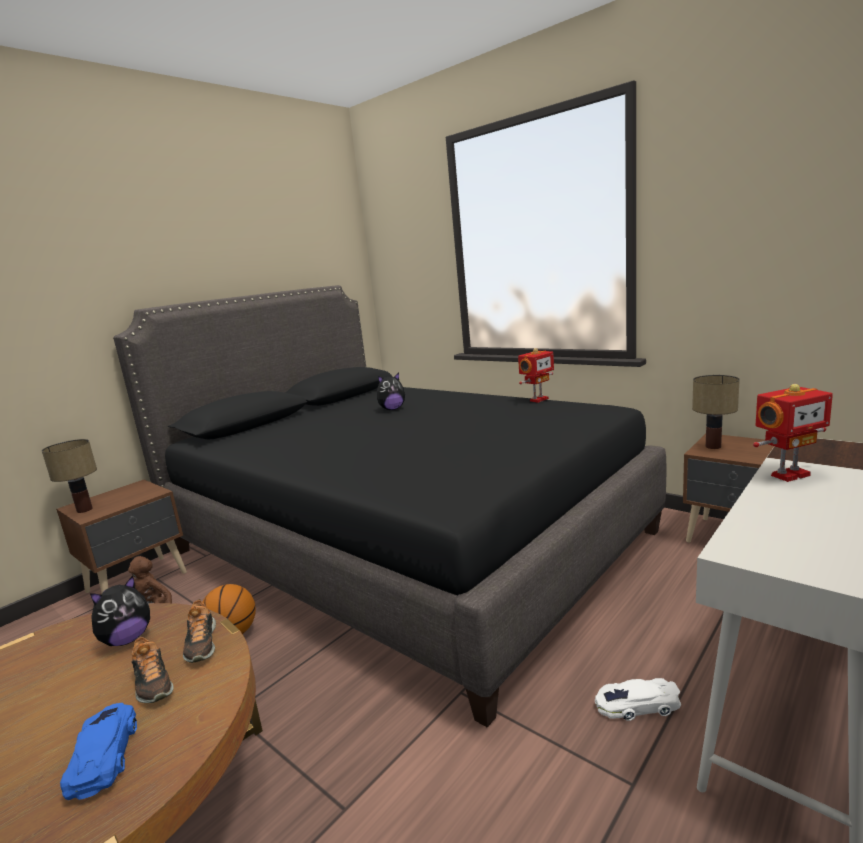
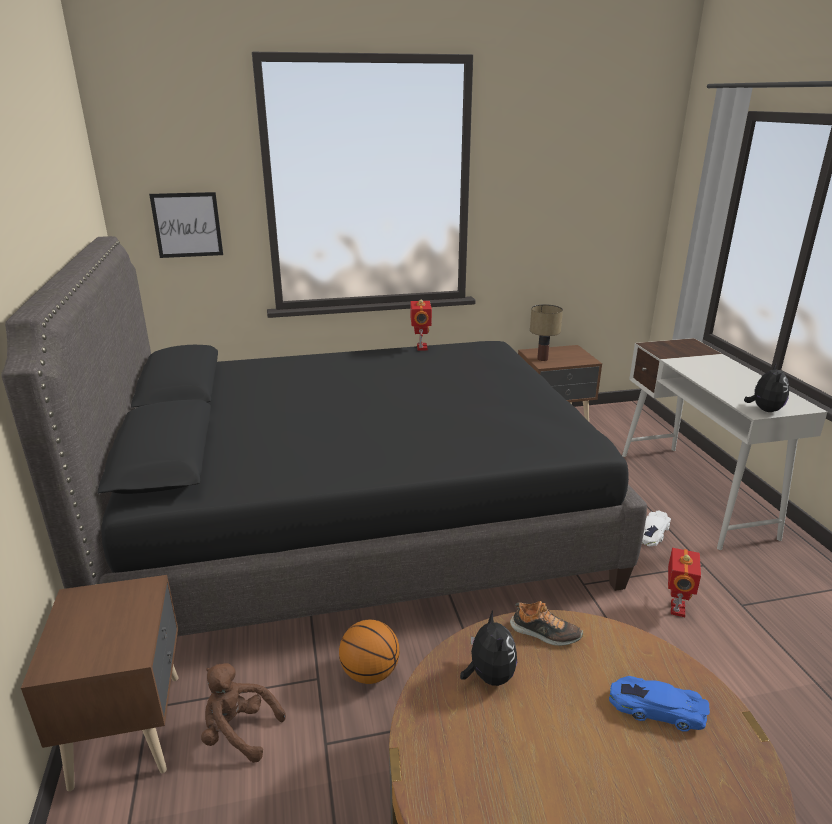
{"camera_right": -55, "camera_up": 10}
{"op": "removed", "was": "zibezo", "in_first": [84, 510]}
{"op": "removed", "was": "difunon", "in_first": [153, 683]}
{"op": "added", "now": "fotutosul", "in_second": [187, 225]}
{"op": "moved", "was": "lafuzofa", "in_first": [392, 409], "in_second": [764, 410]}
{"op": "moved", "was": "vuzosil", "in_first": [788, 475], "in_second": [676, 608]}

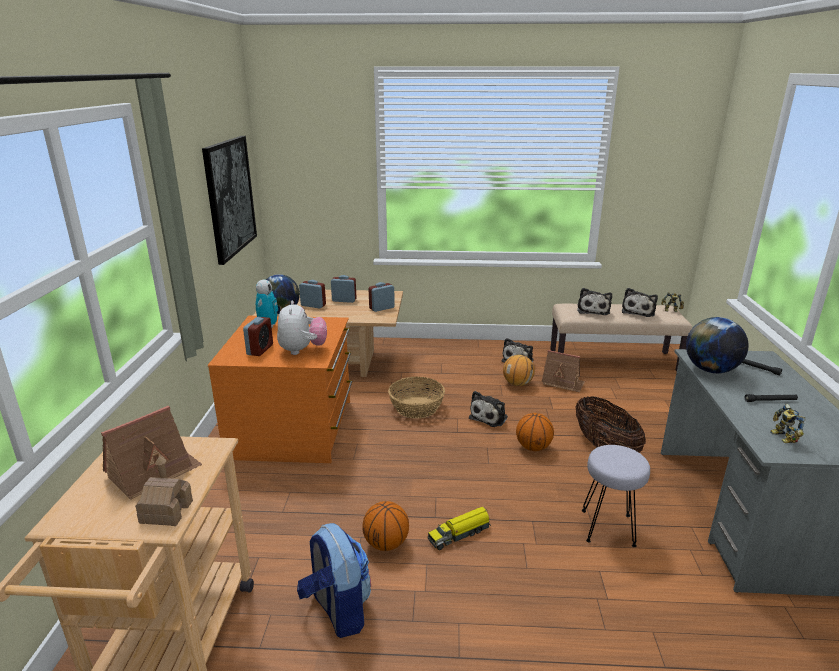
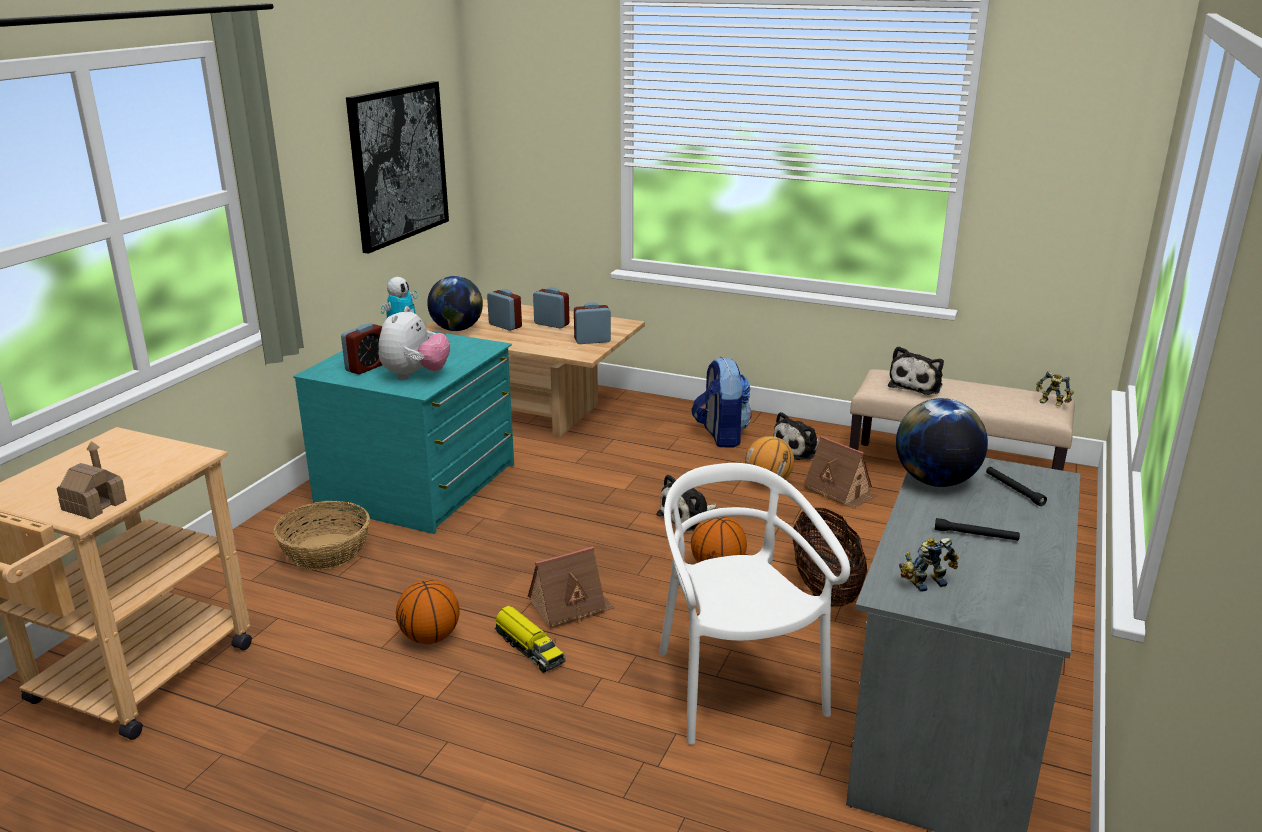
{"camera_right": 20, "camera_up": 0}
{"op": "removed", "was": "lafuzofa", "in_first": [638, 311]}
{"op": "moved", "was": "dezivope", "in_first": [154, 472], "in_second": [570, 606]}
{"op": "moved", "was": "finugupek", "in_first": [337, 610], "in_second": [721, 436]}
{"op": "moved", "was": "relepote", "in_first": [416, 407], "in_second": [326, 551]}
{"op": "replaced", "was": "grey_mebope", "now": "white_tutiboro", "in_first": [608, 527], "in_second": [736, 686]}
{"op": "recoloured", "was": "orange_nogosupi", "now": "turquoise_nogosupi", "in_first": [294, 428], "in_second": [420, 485]}
{"op": "turned", "was": "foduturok", "in_first": [460, 534], "in_second": [529, 648], "clockwise": -120}
{"op": "turned", "was": "vuzosil", "in_first": [781, 438], "in_second": [925, 582], "clockwise": 60}

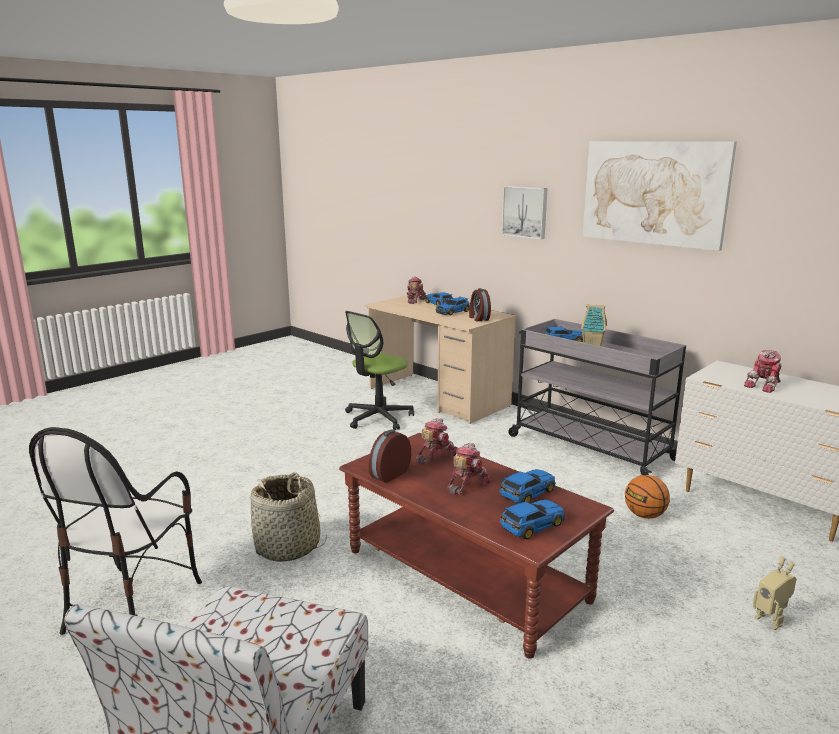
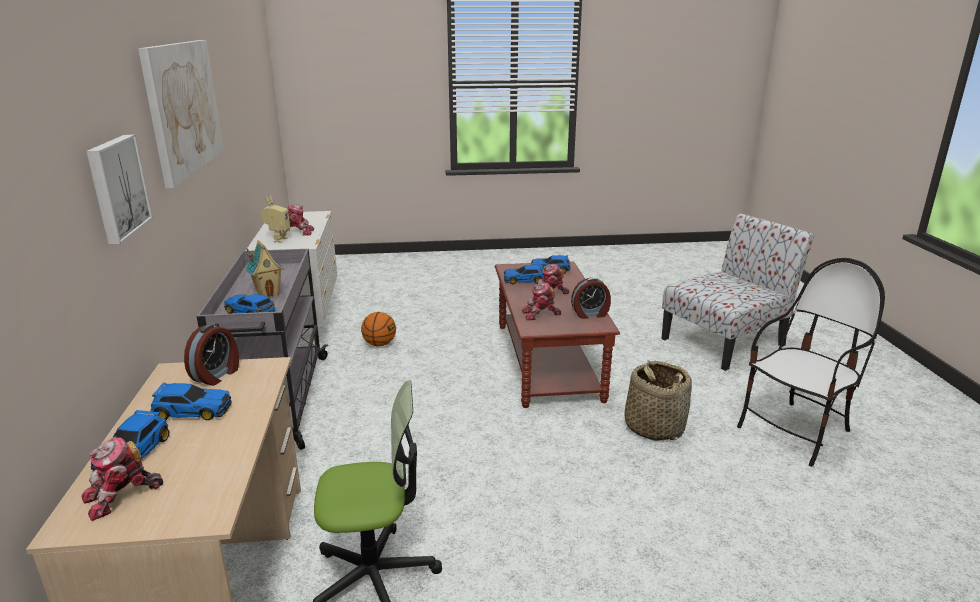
{"camera_right": -140, "camera_up": 5}
{"op": "moved", "was": "vuzosil", "in_first": [770, 620], "in_second": [278, 240]}

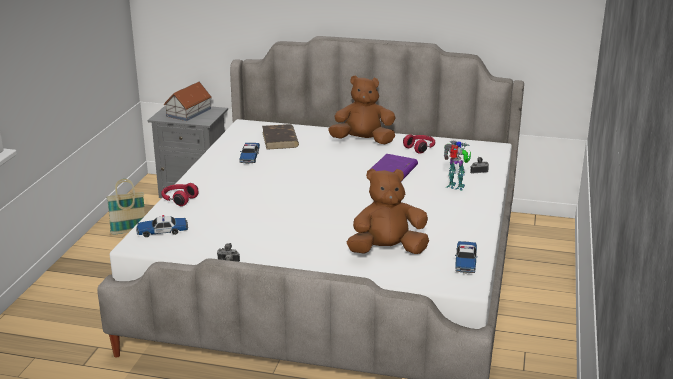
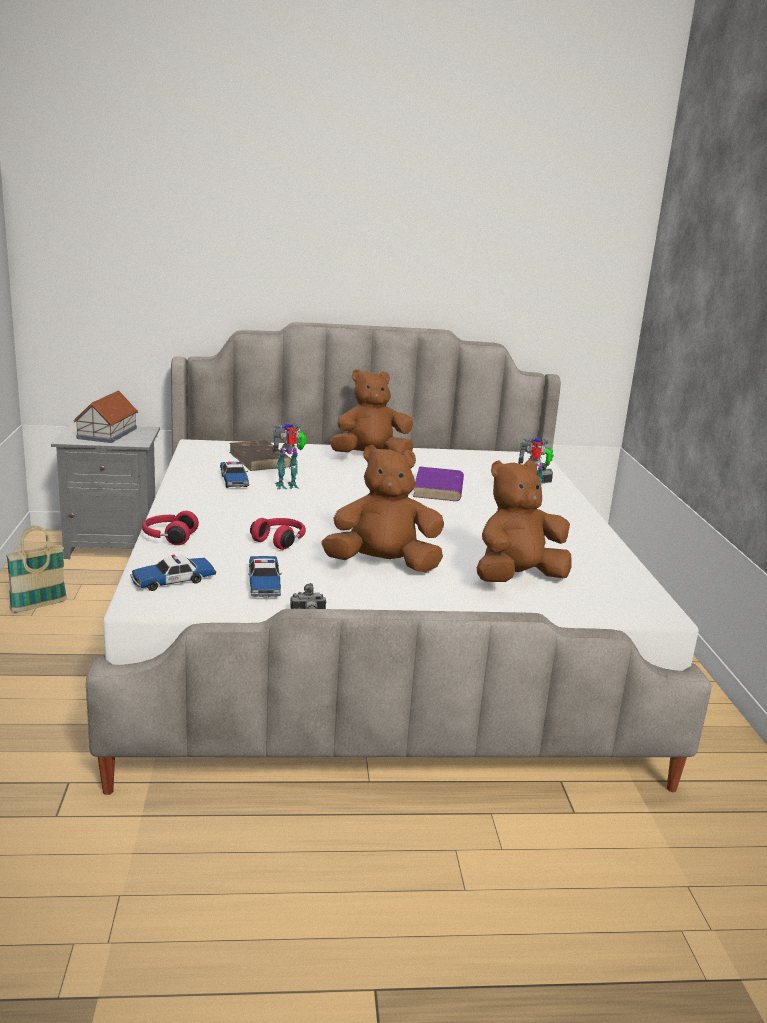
{"camera_right": -20, "camera_up": -5}
{"op": "added", "now": "vuzosil", "in_second": [288, 486]}
{"op": "added", "now": "brown_lafuzofa", "in_second": [383, 565]}
{"op": "moved", "was": "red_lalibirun", "in_first": [420, 148], "in_second": [280, 541]}
{"op": "moved", "was": "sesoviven", "in_first": [465, 262], "in_second": [264, 584]}

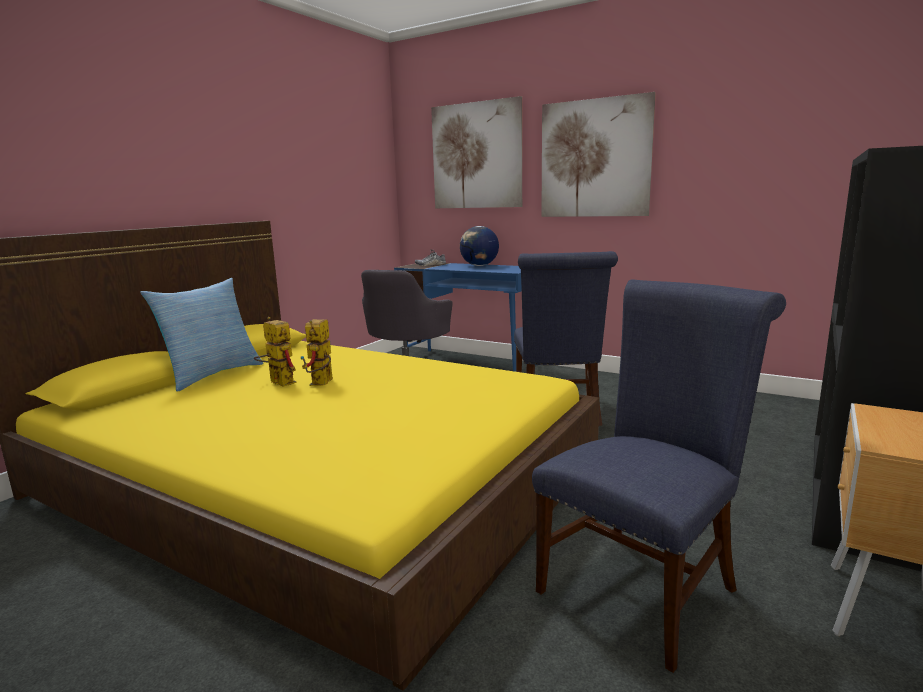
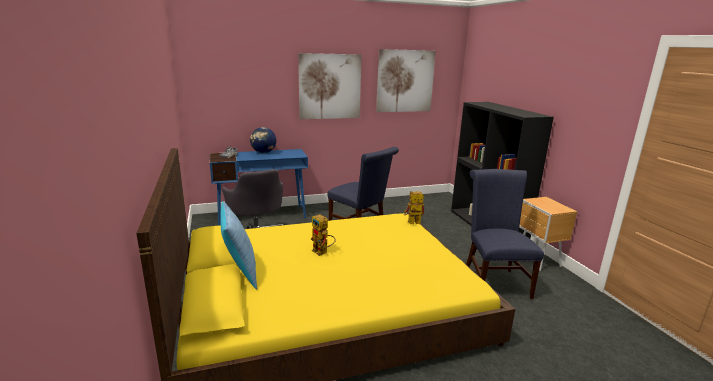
{"camera_right": -50, "camera_up": 5}
{"op": "moved", "was": "vuzosil", "in_first": [277, 382], "in_second": [411, 223]}
{"op": "moved", "was": "fotutosul", "in_first": [476, 156], "in_second": [405, 81]}

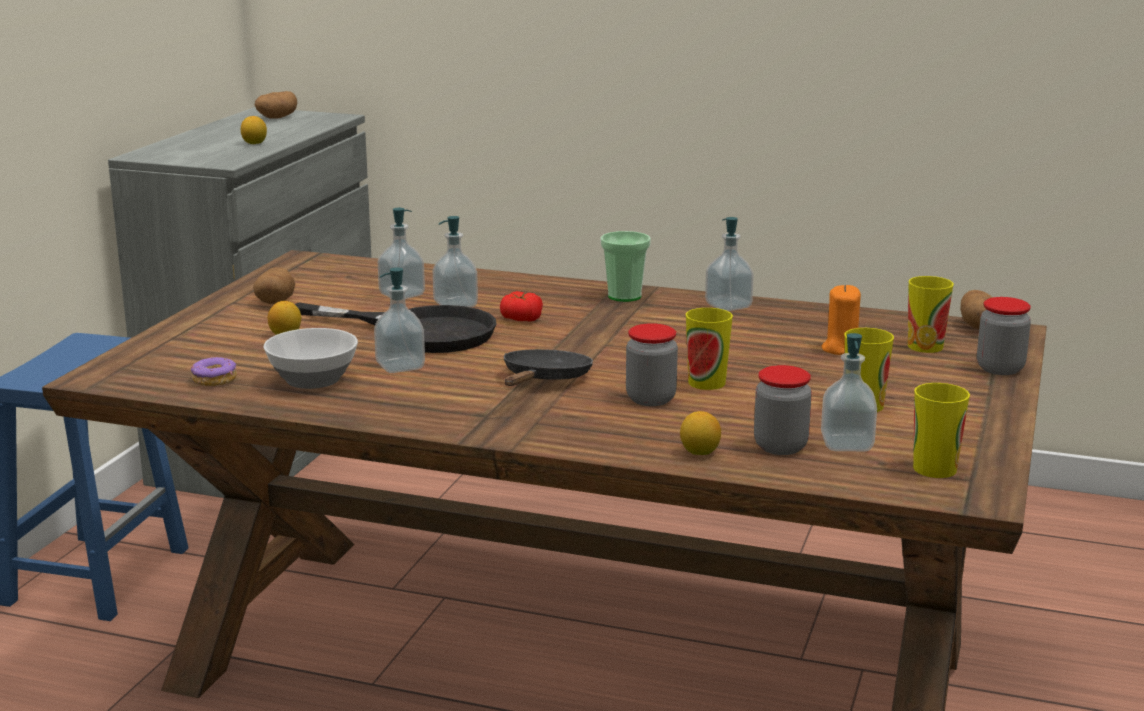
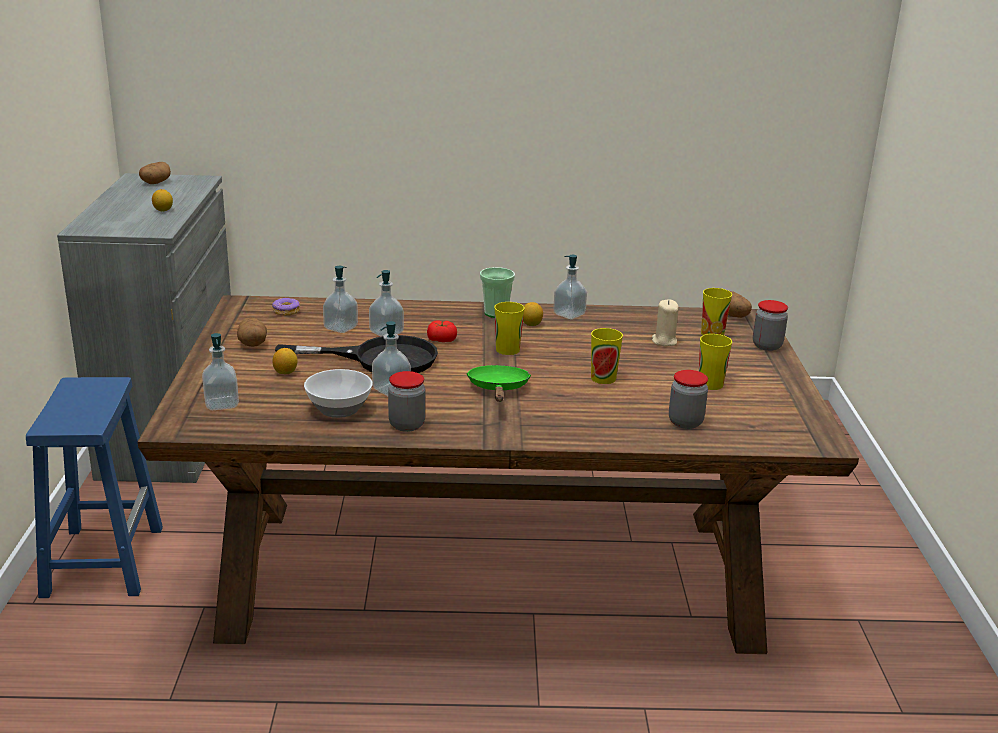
{"camera_right": -20, "camera_up": 5}
{"op": "moved", "was": "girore", "in_first": [215, 380], "in_second": [286, 311]}
{"op": "moved", "was": "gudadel", "in_first": [650, 399], "in_second": [406, 425]}
{"op": "moved", "was": "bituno", "in_first": [700, 452], "in_second": [531, 324]}
{"op": "moved", "was": "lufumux", "in_first": [846, 444], "in_second": [221, 404]}
{"op": "moved", "was": "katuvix", "in_first": [935, 469], "in_second": [507, 350]}
{"op": "recoloured", "was": "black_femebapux", "now": "green_femebapux", "in_first": [544, 380], "in_second": [498, 389]}
{"op": "recoloured", "was": "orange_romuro", "now": "beige_romuro", "in_first": [840, 349], "in_second": [664, 341]}

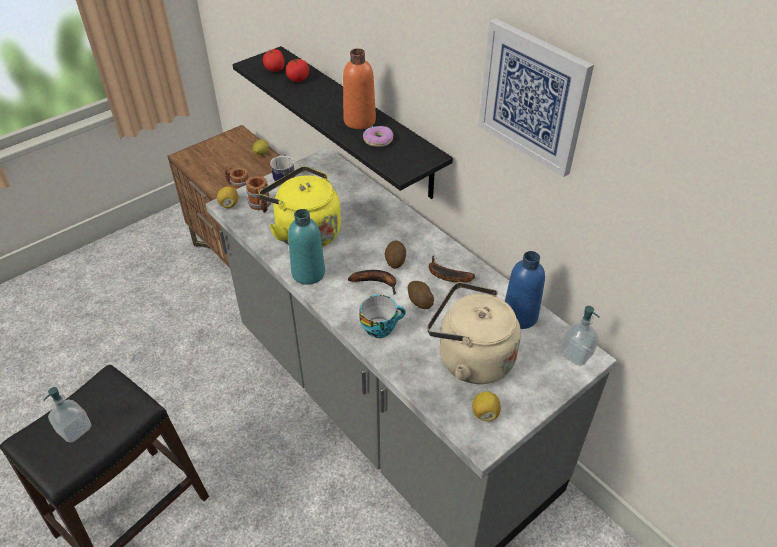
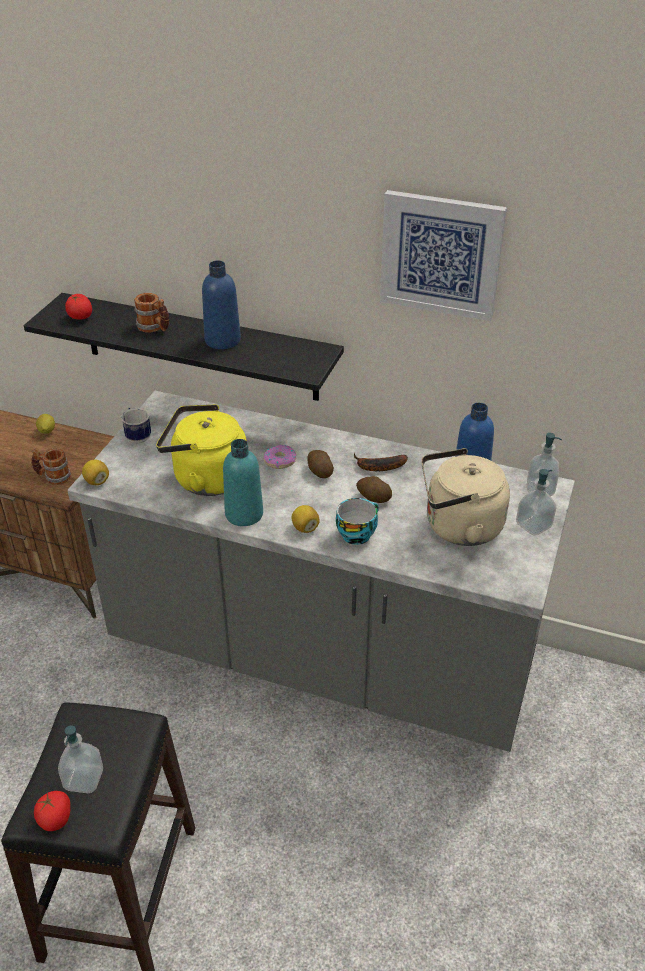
{"camera_right": -30, "camera_up": -5}
{"op": "removed", "was": "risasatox", "in_first": [377, 282]}
{"op": "added", "now": "lufumux", "in_second": [533, 525]}
{"op": "moved", "was": "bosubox", "in_first": [261, 206], "in_second": [154, 328]}
{"op": "moved", "was": "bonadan", "in_first": [298, 79], "in_second": [56, 819]}
{"op": "moved", "was": "girore", "in_first": [378, 140], "in_second": [280, 461]}
{"op": "moved", "was": "bituno", "in_first": [485, 413], "in_second": [305, 528]}
{"op": "recoloured", "was": "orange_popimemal", "now": "blue_popimemal", "in_first": [359, 121], "in_second": [222, 340]}

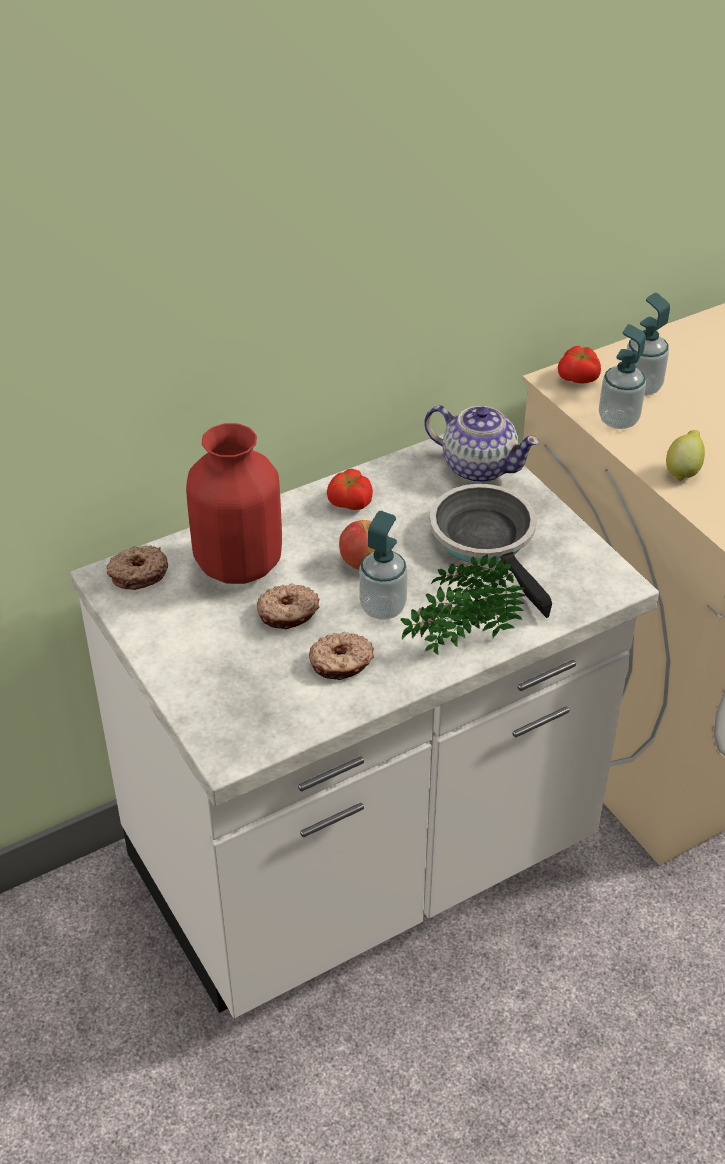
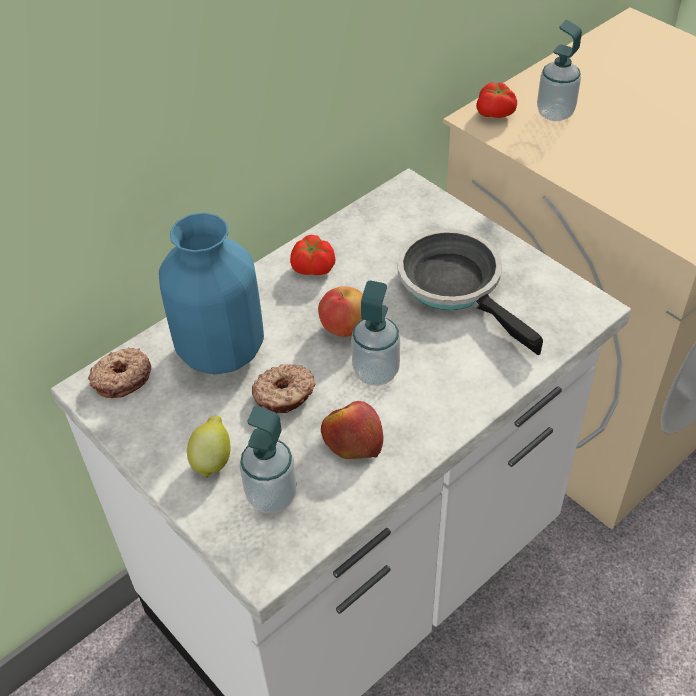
{"camera_right": -10, "camera_up": 5}
{"op": "removed", "was": "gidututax", "in_first": [458, 641]}
{"op": "removed", "was": "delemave", "in_first": [478, 466]}
{"op": "moved", "was": "lufumux", "in_first": [618, 420], "in_second": [271, 496]}
{"op": "moved", "was": "bituno", "in_first": [683, 471], "in_second": [213, 460]}
{"op": "replaced", "was": "girore", "now": "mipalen", "in_first": [341, 663], "in_second": [352, 440]}
{"op": "recoloured", "was": "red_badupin", "now": "blue_badupin", "in_first": [238, 565], "in_second": [220, 352]}

